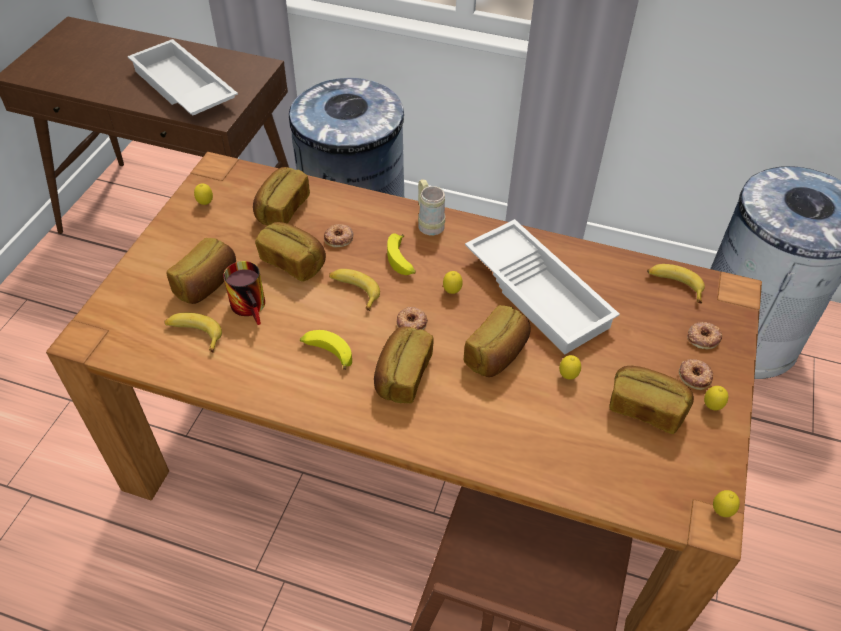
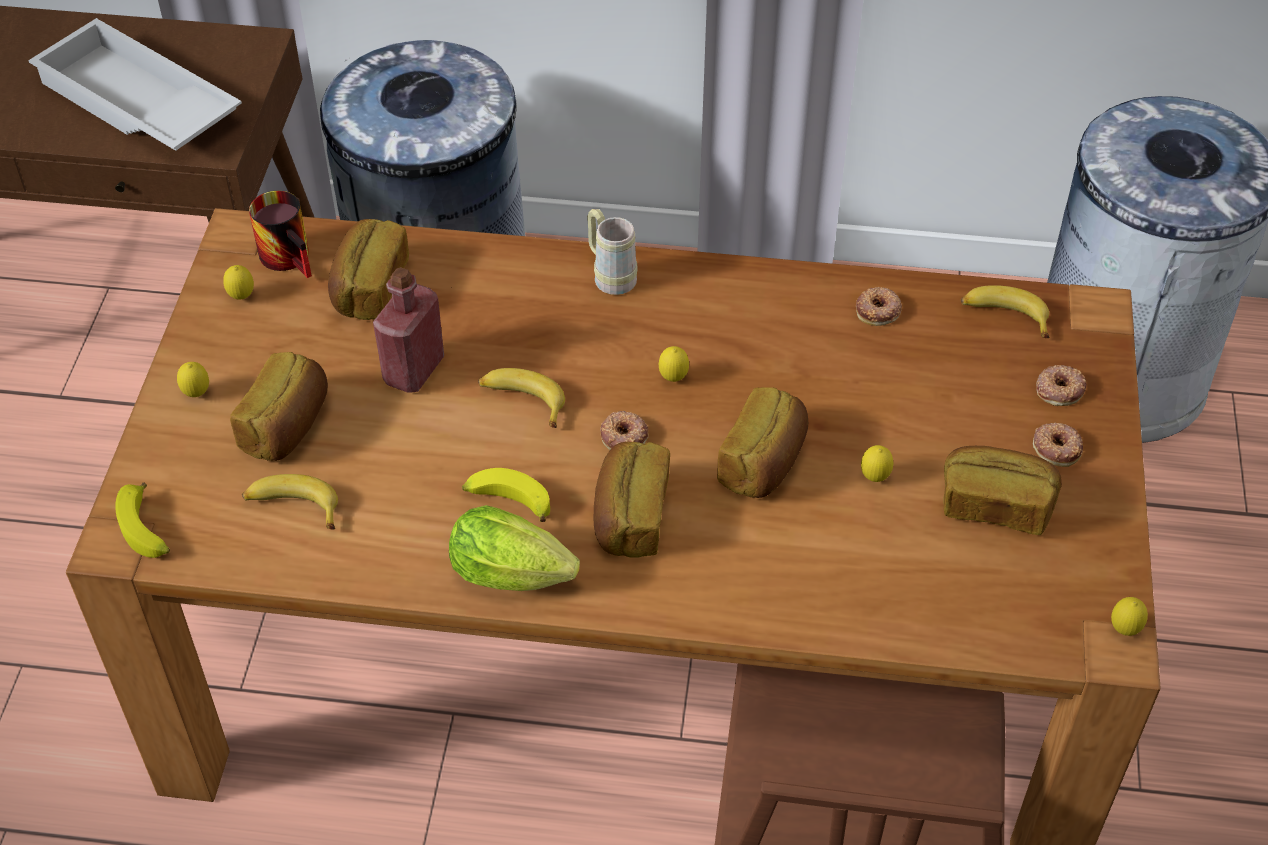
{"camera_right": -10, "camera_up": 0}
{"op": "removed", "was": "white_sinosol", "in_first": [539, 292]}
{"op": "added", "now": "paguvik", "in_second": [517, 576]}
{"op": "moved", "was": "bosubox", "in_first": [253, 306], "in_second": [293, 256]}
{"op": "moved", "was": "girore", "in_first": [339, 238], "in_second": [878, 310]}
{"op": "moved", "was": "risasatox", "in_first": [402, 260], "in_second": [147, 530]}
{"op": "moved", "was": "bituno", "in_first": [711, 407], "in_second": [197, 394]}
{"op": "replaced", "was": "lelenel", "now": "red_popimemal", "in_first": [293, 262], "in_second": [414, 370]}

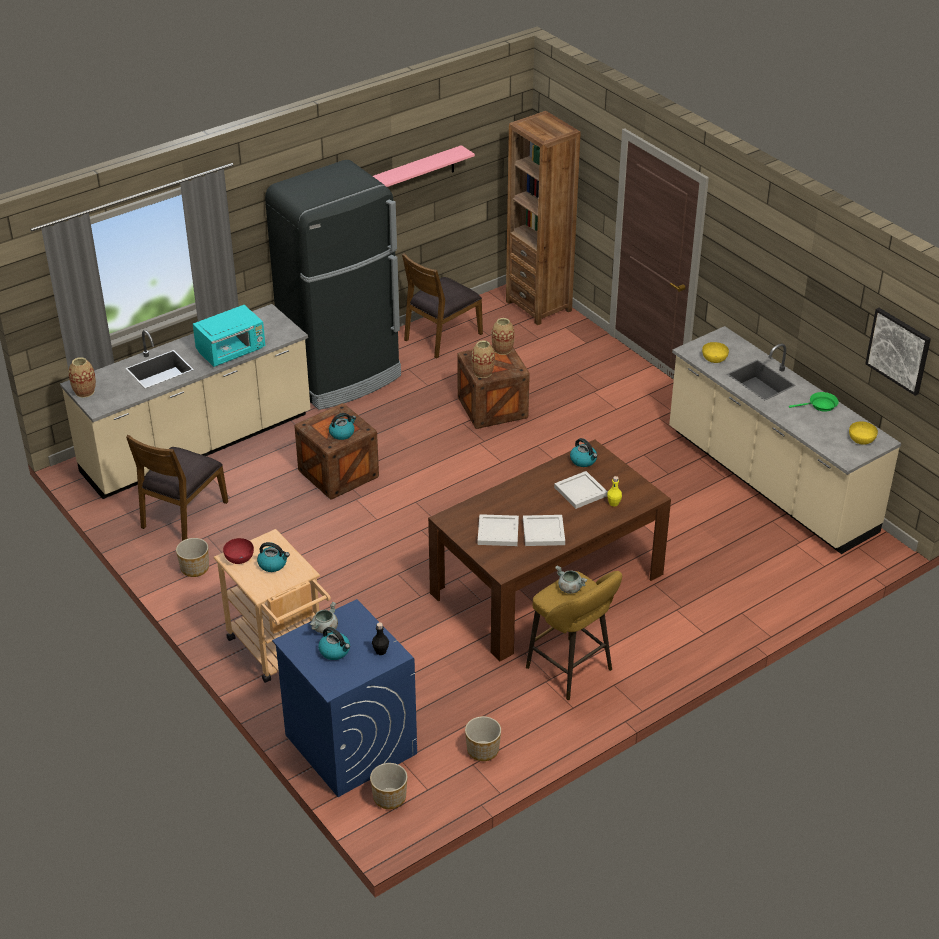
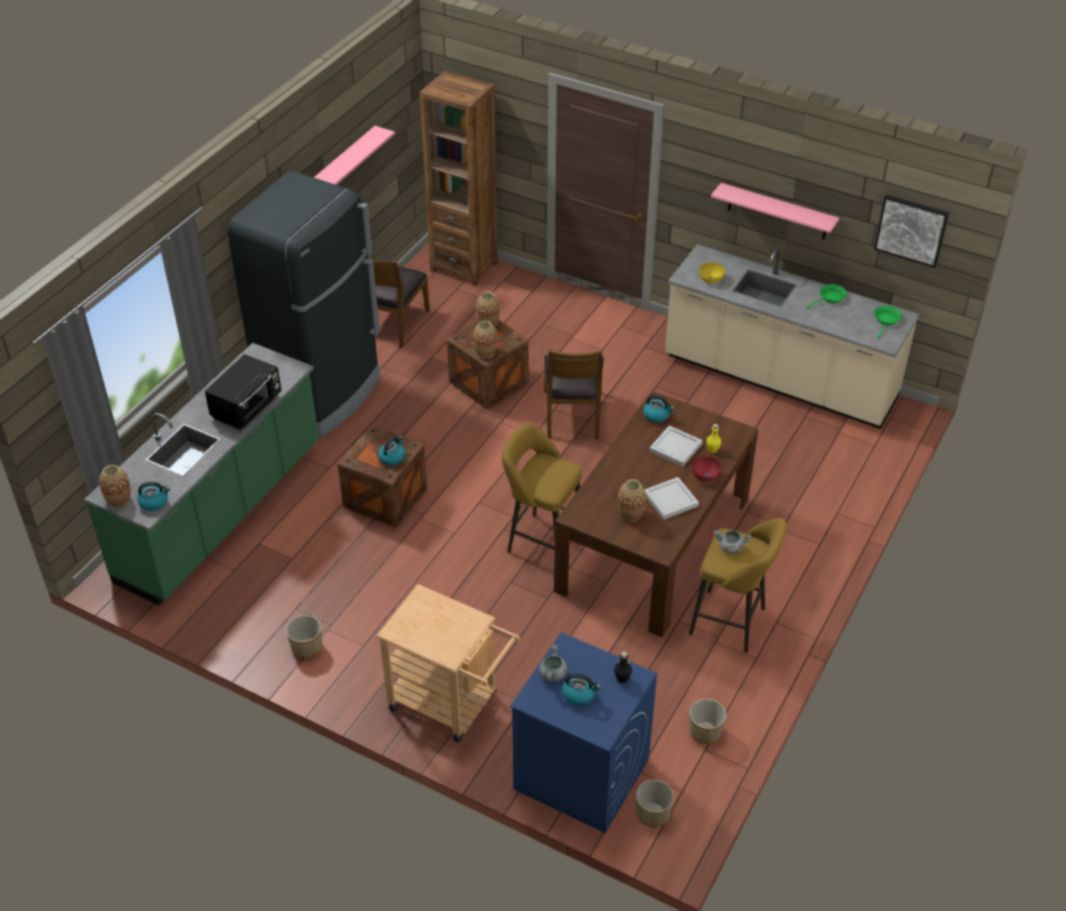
{"camera_right": -25, "camera_up": 5}
{"op": "added", "now": "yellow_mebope", "in_second": [541, 540]}
{"op": "added", "now": "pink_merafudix", "in_second": [777, 212]}
{"op": "moved", "was": "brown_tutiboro", "in_first": [183, 514], "in_second": [572, 415]}
{"op": "moved", "was": "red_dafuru", "in_first": [239, 558], "in_second": [705, 475]}
{"op": "moved", "was": "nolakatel", "in_first": [273, 564], "in_second": [154, 502]}
{"op": "replaced", "was": "white_sinosol", "now": "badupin", "in_first": [498, 532], "in_second": [630, 514]}
{"op": "replaced", "was": "yellow_dafuru", "now": "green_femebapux", "in_first": [862, 439], "in_second": [886, 320]}
{"op": "recoloured", "was": "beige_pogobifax", "now": "green_pogobifax", "in_first": [198, 445], "in_second": [222, 513]}
{"op": "recoloured", "was": "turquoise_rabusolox", "now": "black_rabusolox", "in_first": [232, 352], "in_second": [248, 407]}

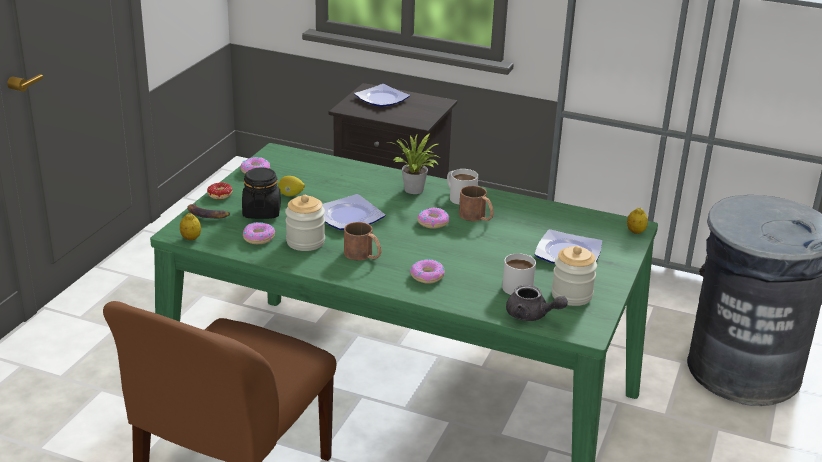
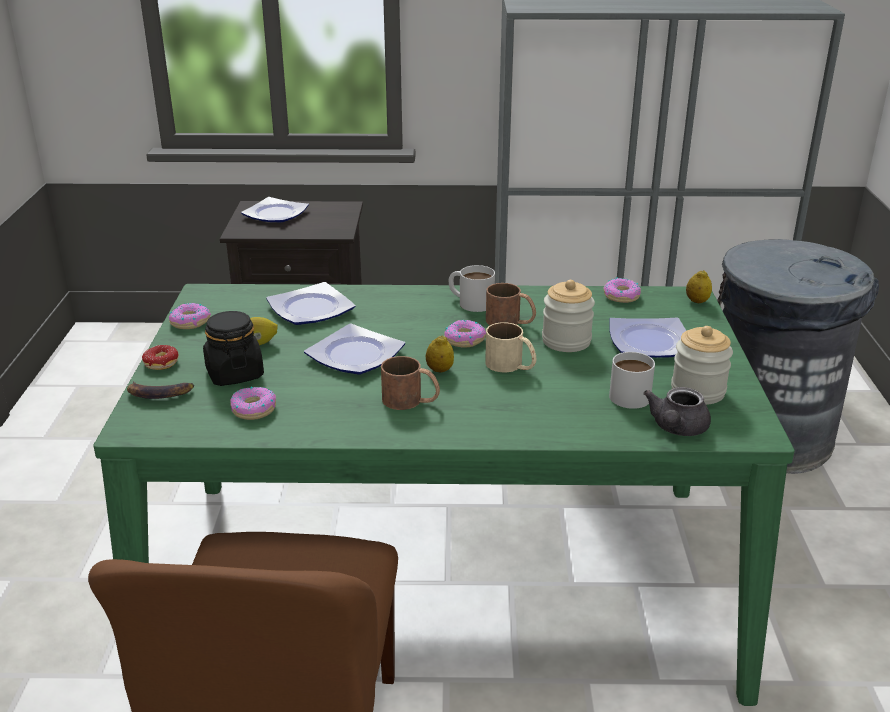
{"camera_right": -20, "camera_up": 0}
{"op": "removed", "was": "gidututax", "in_first": [415, 191]}
{"op": "added", "now": "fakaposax", "in_second": [309, 309]}
{"op": "added", "now": "beige_bosubox", "in_second": [511, 366]}
{"op": "moved", "was": "bituno", "in_first": [191, 238], "in_second": [439, 370]}
{"op": "moved", "was": "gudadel", "in_first": [305, 242], "in_second": [566, 341]}
{"op": "moved", "was": "girore", "in_first": [427, 276], "in_second": [622, 296]}
{"op": "turned", "was": "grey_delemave", "in_first": [531, 315], "in_second": [676, 429], "clockwise": 105}

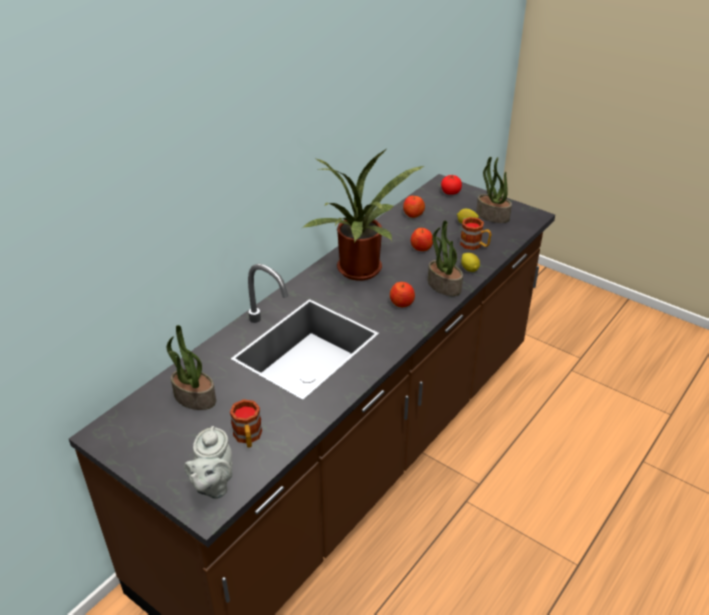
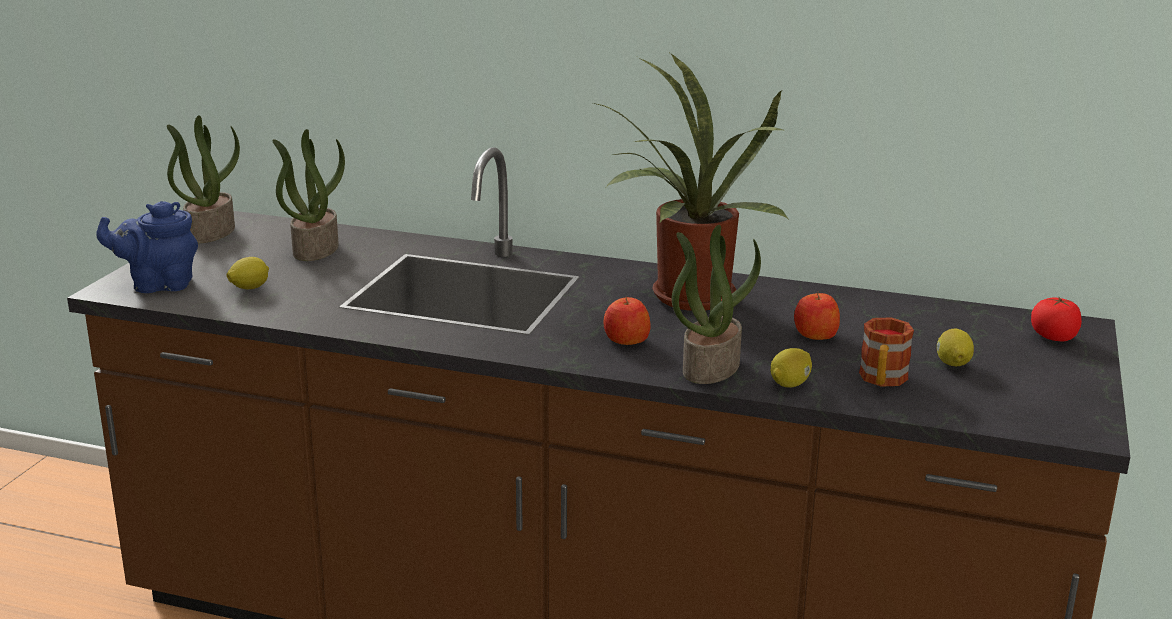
{"camera_right": 70, "camera_up": -15}
{"op": "removed", "was": "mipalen", "in_first": [413, 214]}
{"op": "moved", "was": "gidututax", "in_first": [492, 216], "in_second": [210, 232]}
{"op": "replaced", "was": "bosubox", "now": "bituno", "in_first": [248, 437], "in_second": [249, 288]}
{"op": "recoloured", "was": "grey_delemave", "now": "blue_delemave", "in_first": [213, 485], "in_second": [158, 285]}

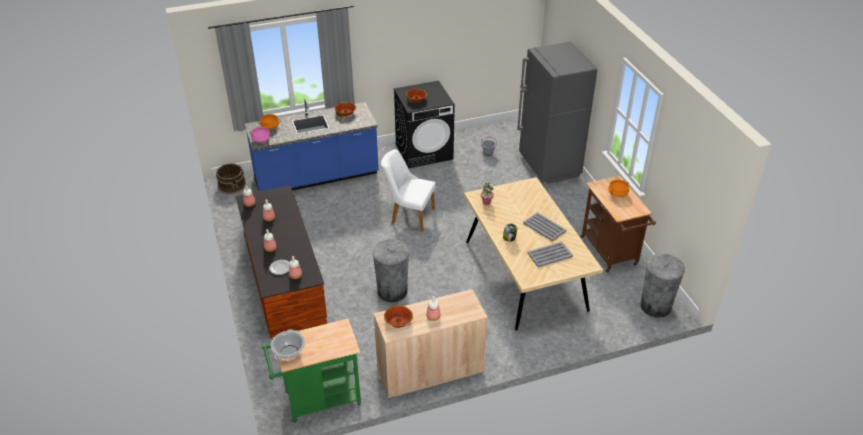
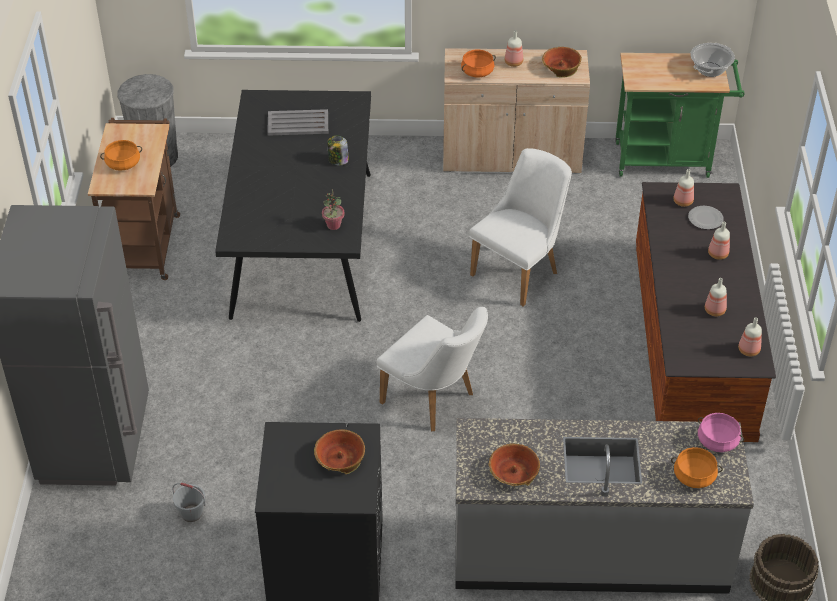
{"camera_right": -160, "camera_up": 5}
{"op": "removed", "was": "grey_sinosol", "in_first": [544, 227]}
{"op": "added", "now": "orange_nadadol", "in_second": [477, 72]}
{"op": "replaced", "was": "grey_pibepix", "now": "white_tutiboro", "in_first": [392, 291], "in_second": [520, 270]}
{"op": "recoloured", "was": "blue_pogobifax", "now": "grey_pogobifax", "in_first": [316, 177], "in_second": [589, 551]}
{"op": "recoloured", "was": "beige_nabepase", "now": "black_nabepase", "in_first": [525, 275], "in_second": [302, 242]}

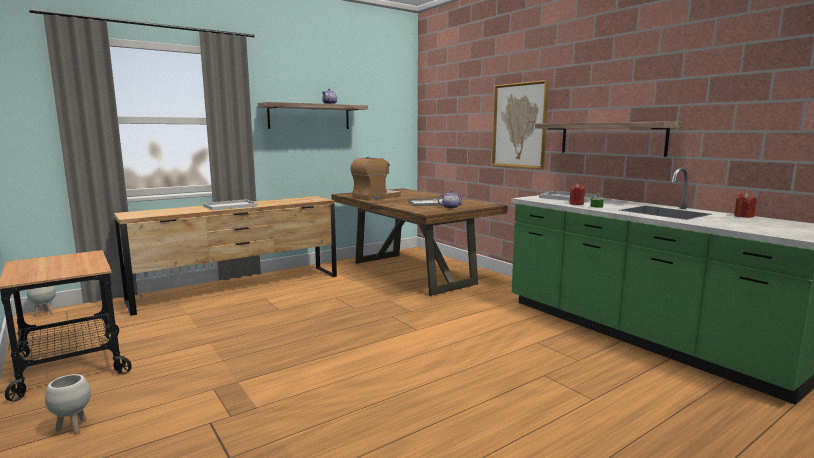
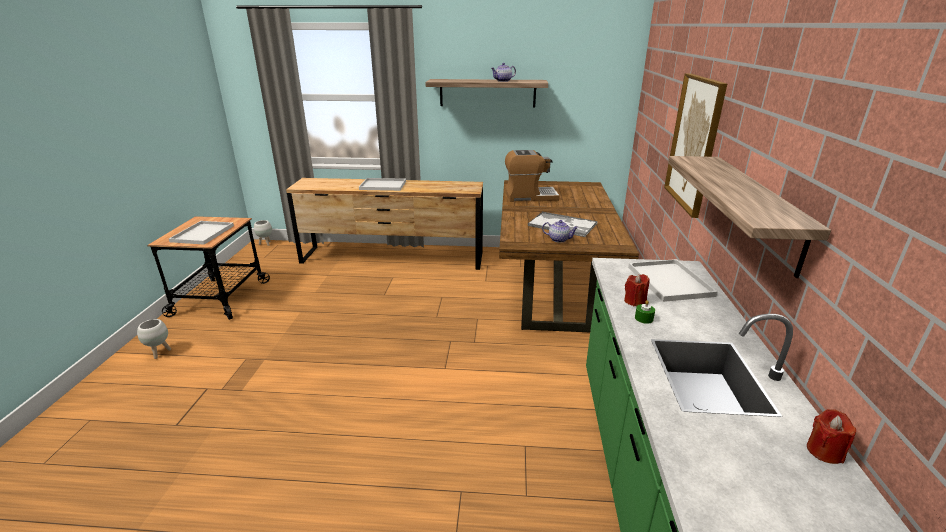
{"camera_right": 40, "camera_up": 15}
{"op": "added", "now": "white_sinosol", "in_second": [202, 234]}

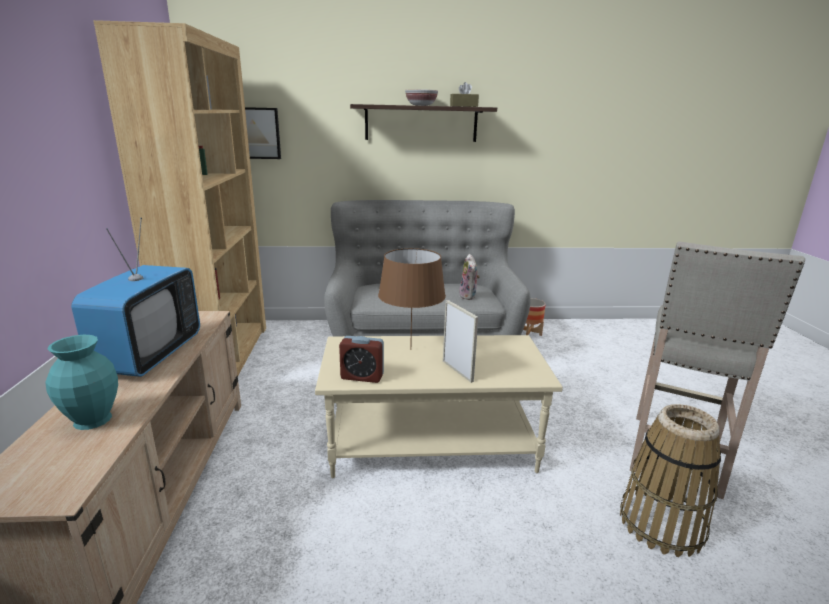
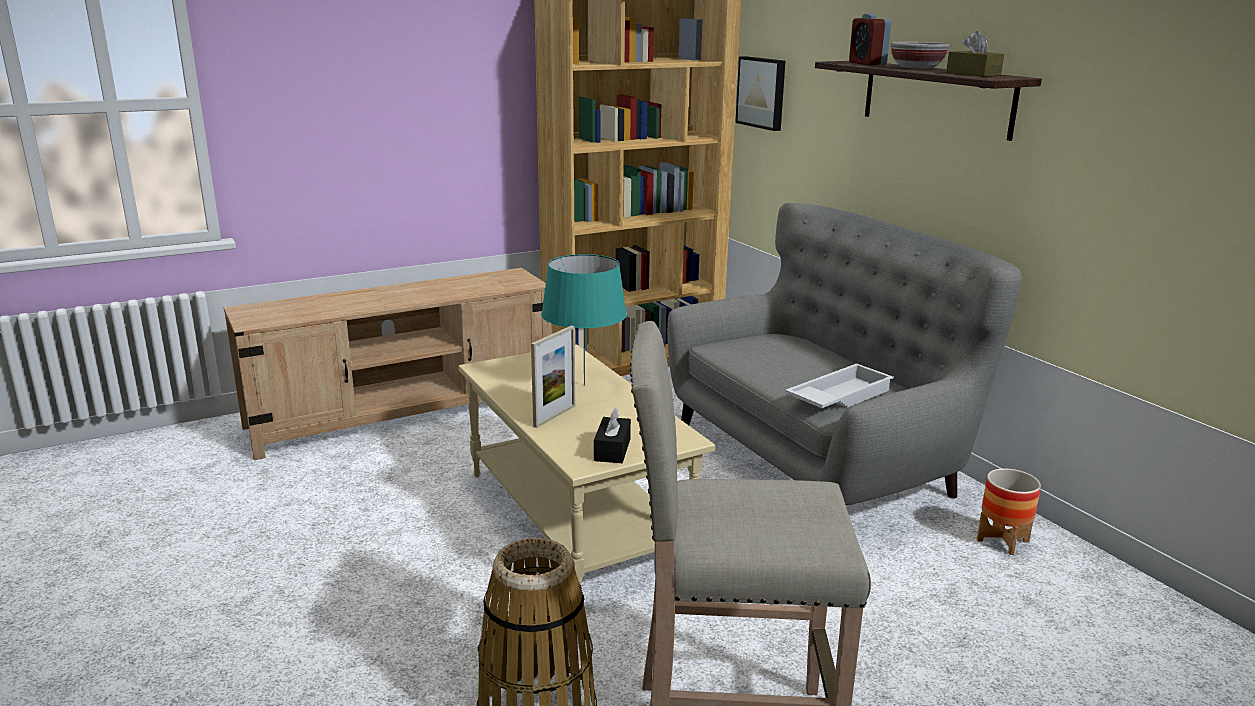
{"camera_right": 65, "camera_up": 0}
{"op": "removed", "was": "turquoise_badupin", "in_first": [92, 420]}
{"op": "removed", "was": "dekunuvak", "in_first": [150, 355]}
{"op": "added", "now": "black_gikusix", "in_second": [612, 450]}
{"op": "moved", "was": "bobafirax", "in_first": [362, 376], "in_second": [867, 64]}
{"op": "replaced", "was": "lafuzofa", "now": "white_sinosol", "in_first": [469, 296], "in_second": [838, 396]}
{"op": "recoloured", "was": "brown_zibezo", "now": "turquoise_zibezo", "in_first": [410, 350], "in_second": [584, 385]}

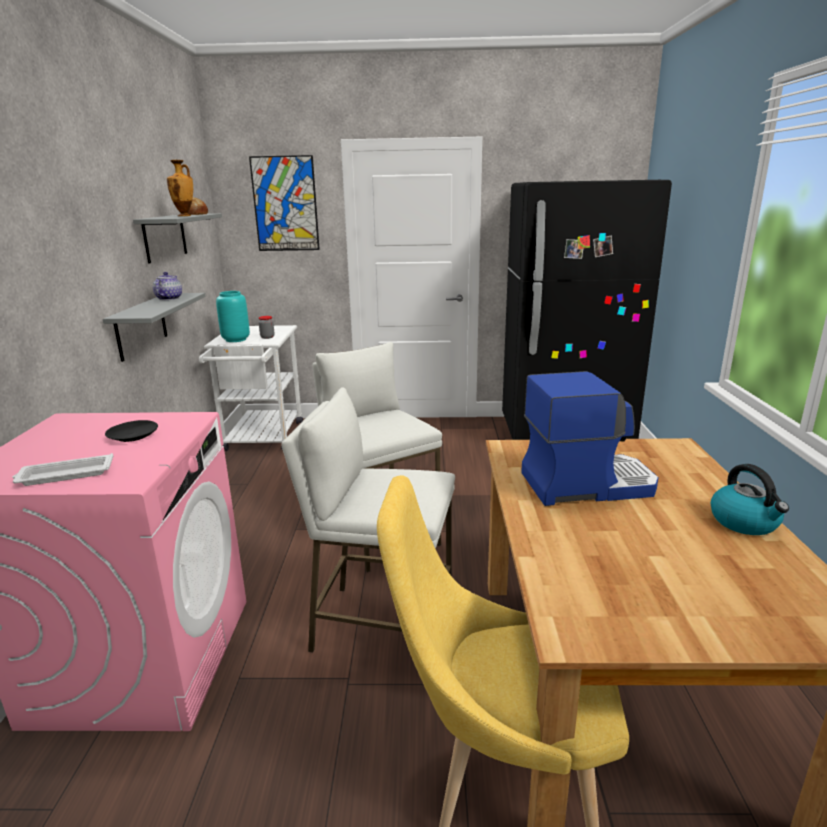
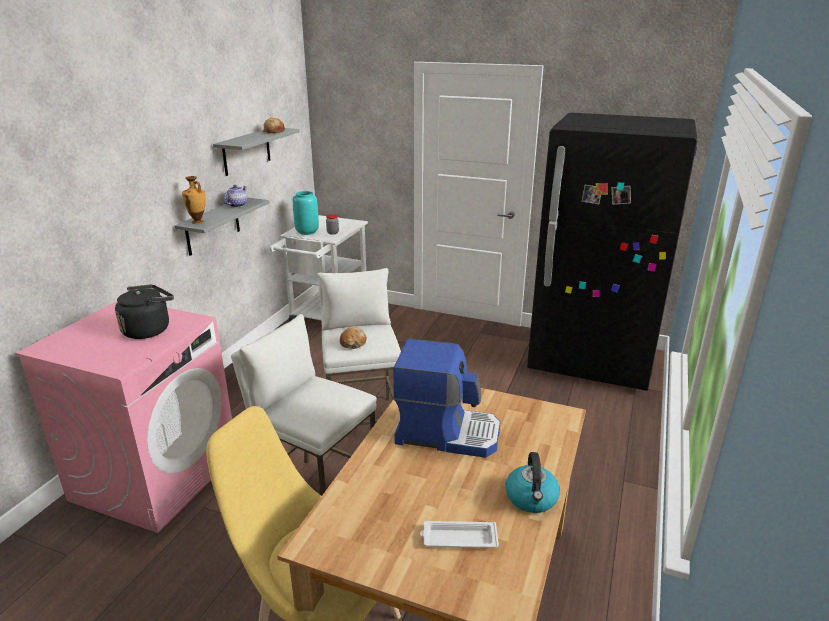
{"camera_right": 20, "camera_up": 5}
{"op": "removed", "was": "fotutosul", "in_first": [285, 204]}
{"op": "added", "now": "lelenel", "in_second": [353, 343]}
{"op": "moved", "was": "white_sinosol", "in_first": [64, 475], "in_second": [458, 539]}
{"op": "moved", "was": "badupin", "in_first": [185, 216], "in_second": [198, 222]}
{"op": "replaced", "was": "black_fakaposax", "now": "black_nolakatel", "in_first": [133, 436], "in_second": [149, 330]}

